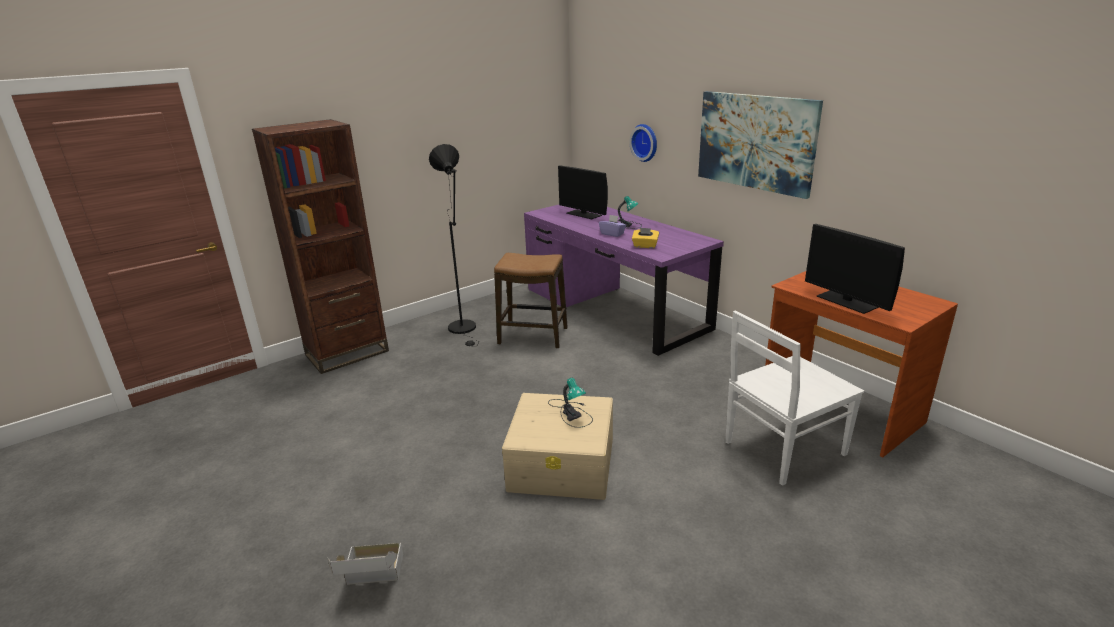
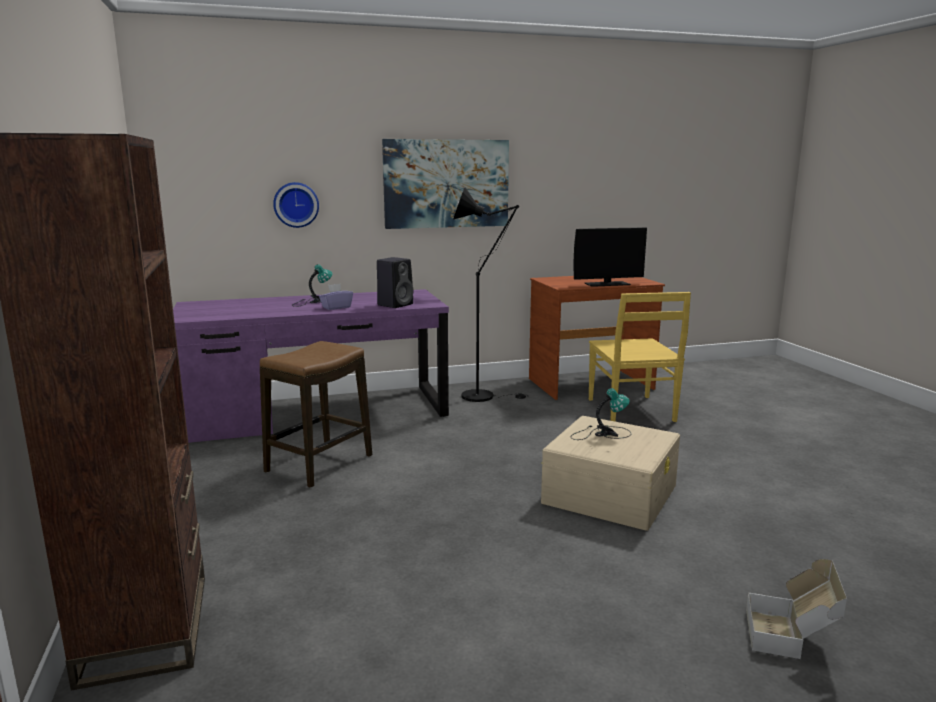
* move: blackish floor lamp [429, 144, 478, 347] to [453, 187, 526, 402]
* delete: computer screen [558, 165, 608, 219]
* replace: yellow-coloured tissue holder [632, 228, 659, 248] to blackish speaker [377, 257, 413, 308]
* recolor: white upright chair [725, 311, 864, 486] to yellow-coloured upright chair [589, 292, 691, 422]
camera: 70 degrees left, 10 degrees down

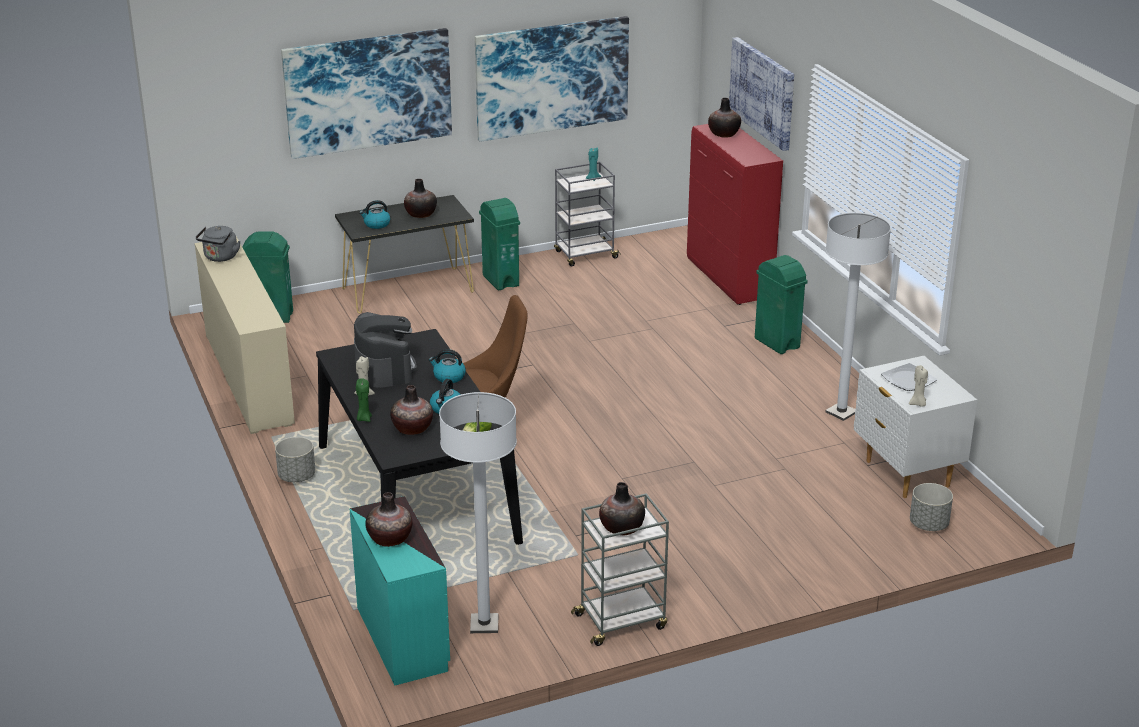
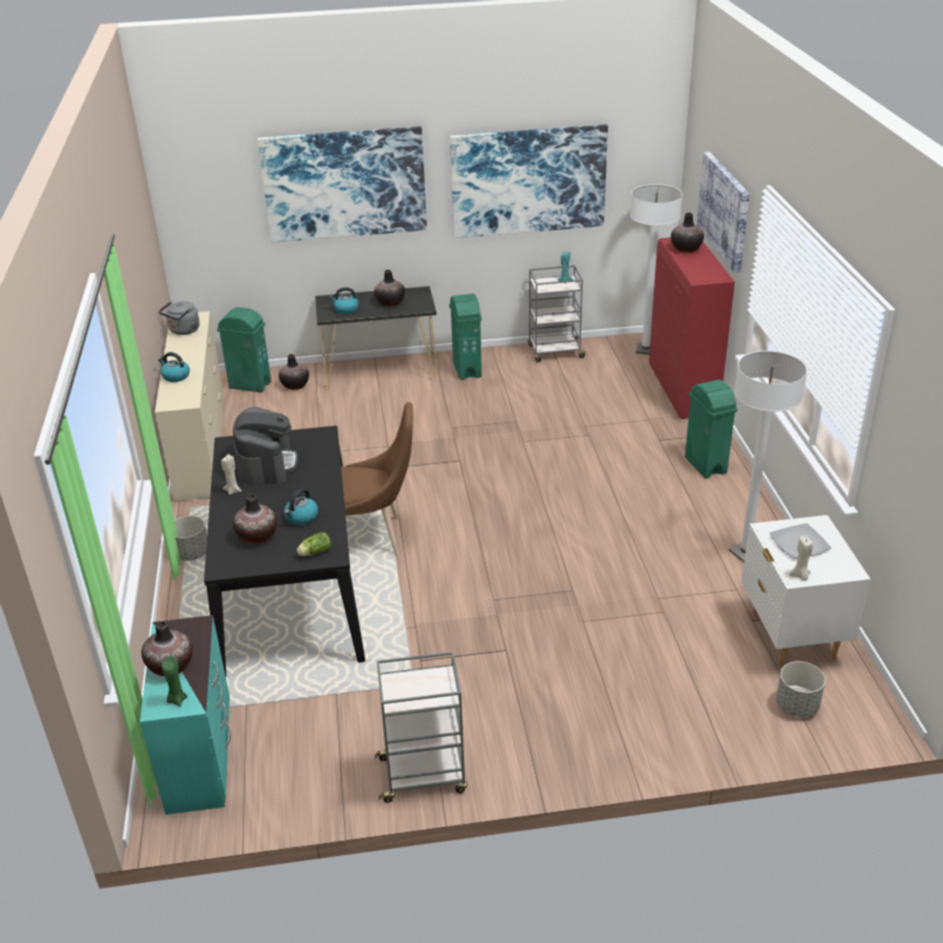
* move: green wax light [356, 378, 372, 422] to [161, 656, 187, 707]
* move: kettle [429, 349, 466, 383] to [158, 352, 190, 382]
* move: white floor lamp [439, 392, 517, 633] to [630, 184, 682, 355]
* move: vase [599, 482, 645, 535] to [279, 354, 309, 390]
camera: 15 degrees right, 5 degrees up

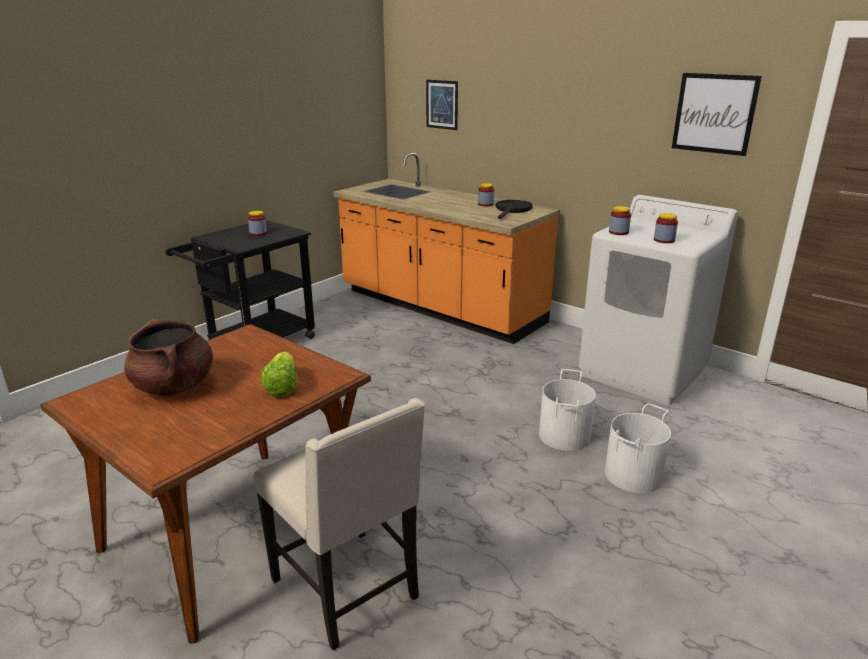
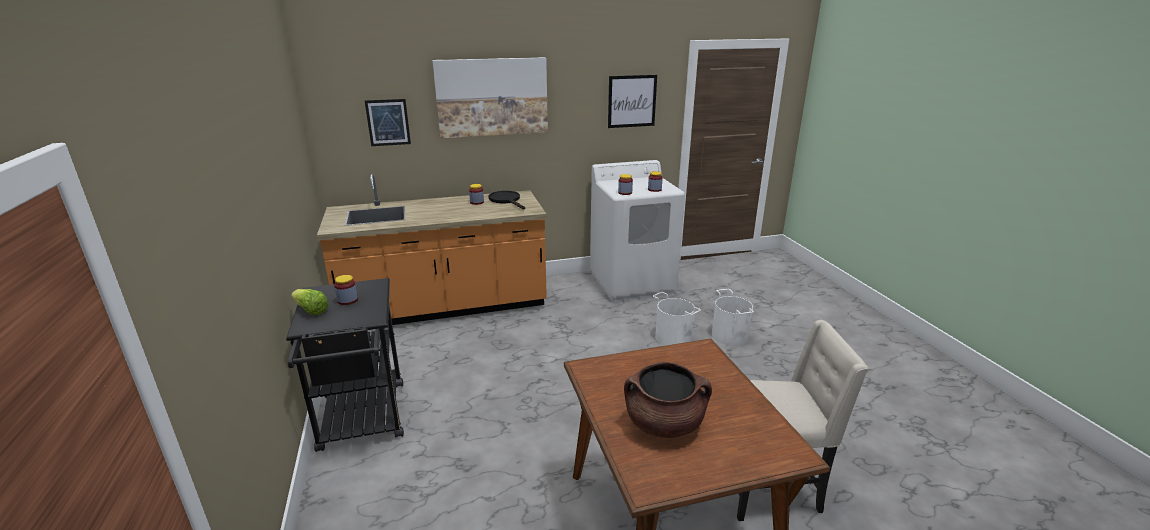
* move: lettuce head [261, 352, 297, 397] to [291, 289, 329, 315]
* insert: picture [432, 57, 548, 138]
camera: 55 degrees left, 0 degrees up

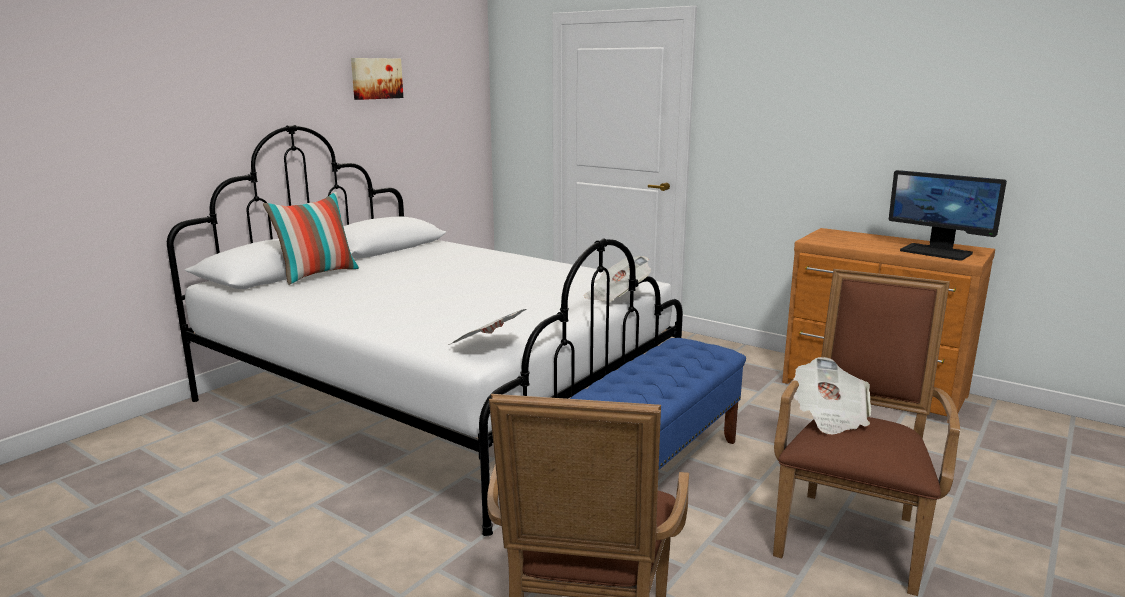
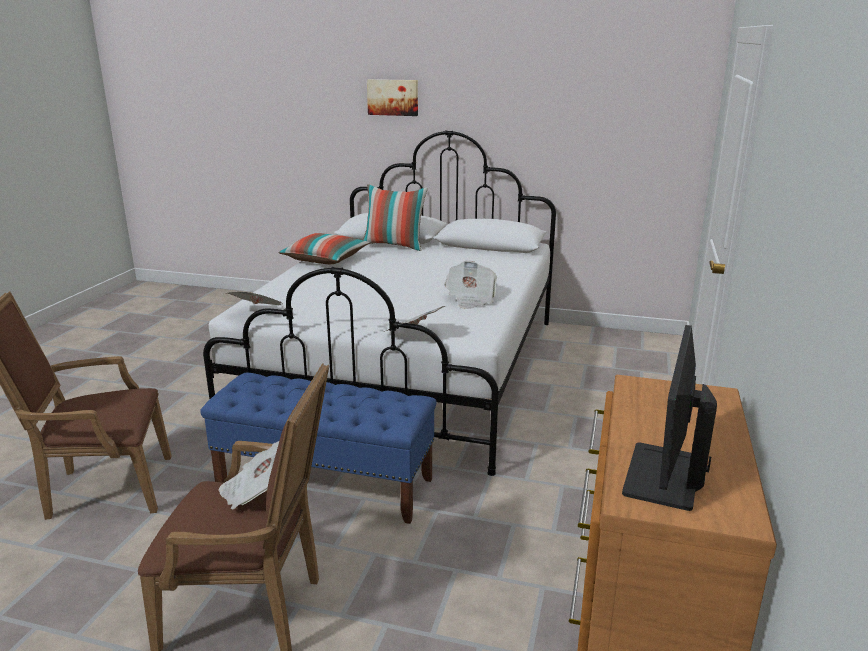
* move: picture [351, 58, 403, 100] to [367, 79, 418, 116]
* insert: pillow [279, 233, 370, 264]
* insert: printed paper [444, 261, 497, 309]
camera: 70 degrees right, 5 degrees up

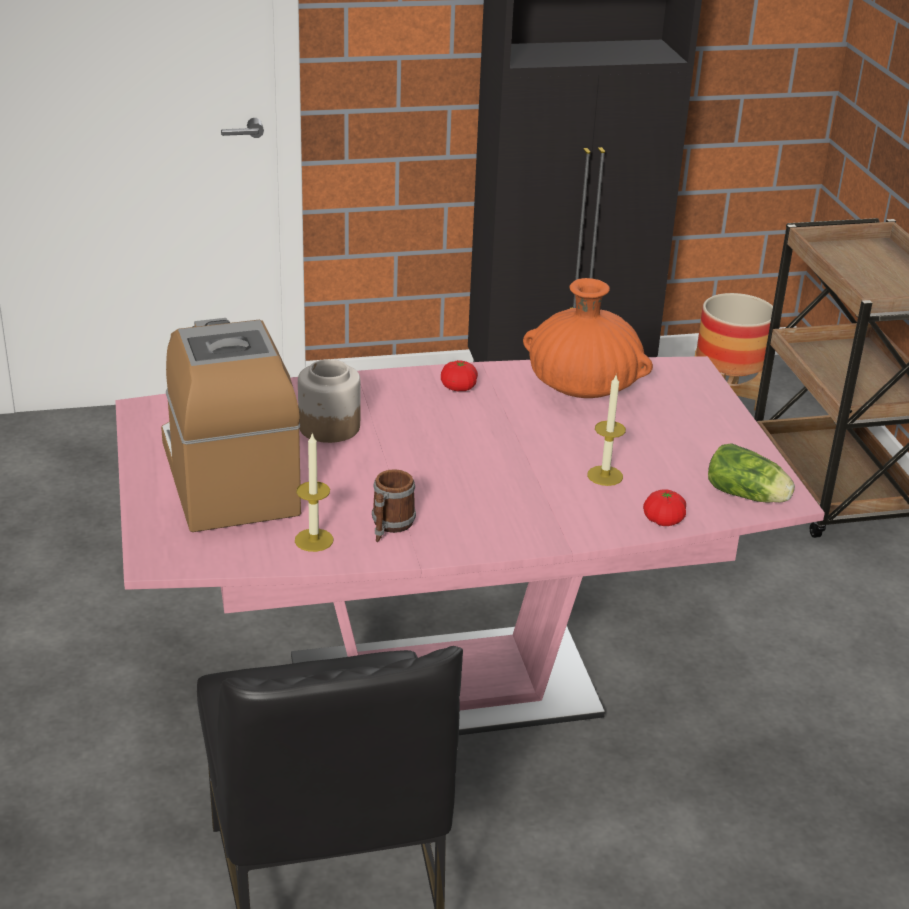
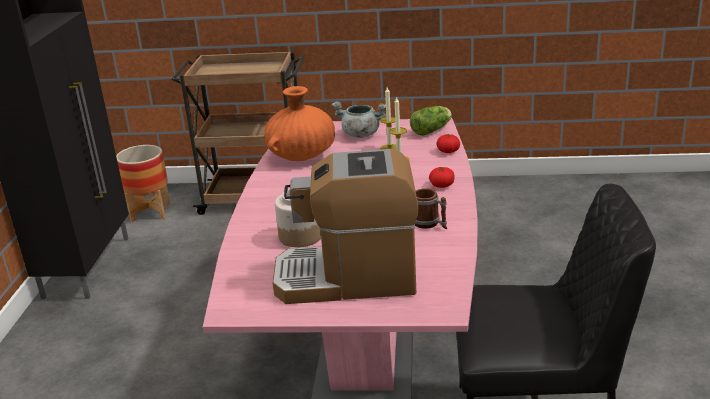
* move: wax light [295, 433, 334, 552] to [380, 87, 396, 151]
* move: fresh tomato [441, 360, 478, 391] to [429, 167, 454, 188]
* insert: gray cooking pot [331, 101, 386, 138]
camera: 70 degrees left, 5 degrees down

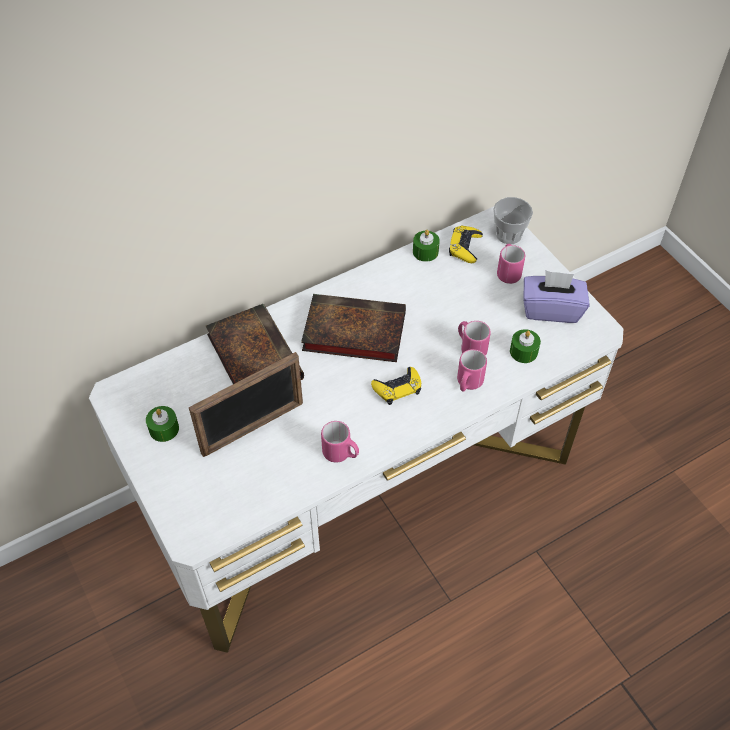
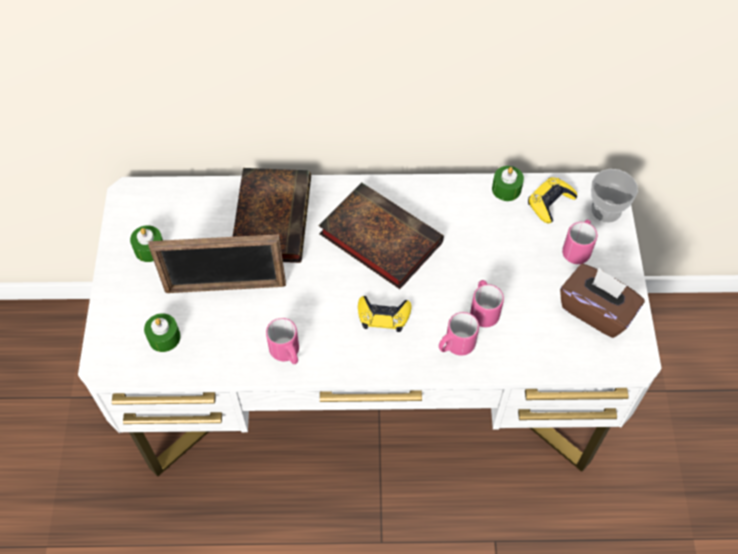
* move: green wax light [510, 329, 541, 363] to [144, 313, 181, 352]
* recolor: purple tissue holder [524, 271, 590, 323] to brown-coloured tissue holder [560, 264, 645, 338]
camera: 30 degrees right, 5 degrees up

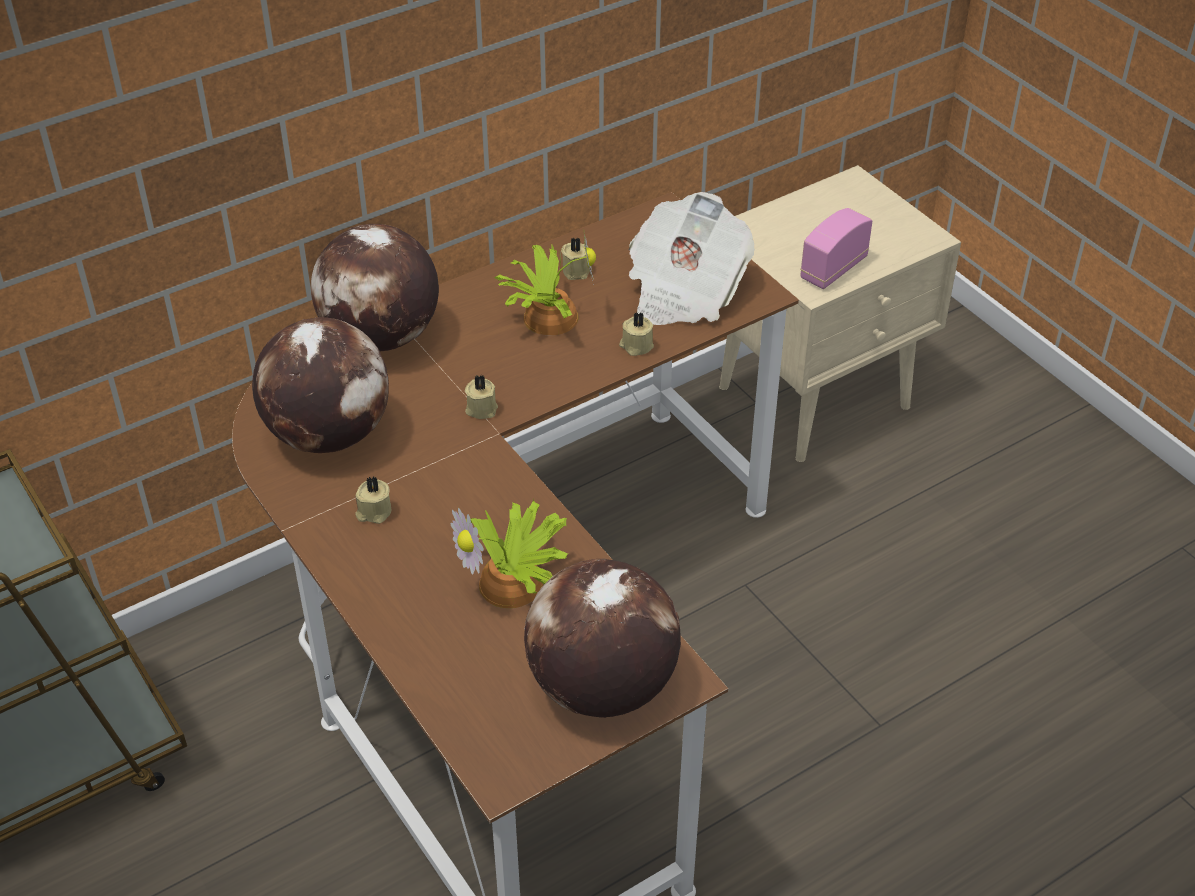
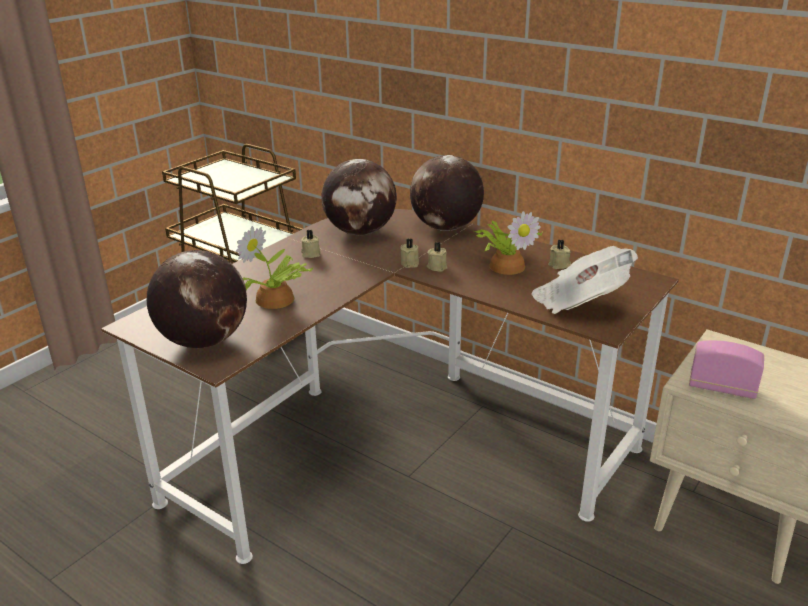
* move: beige-coloured wax light [619, 312, 654, 356] to [427, 242, 448, 272]
camera: 70 degrees right, 15 degrees down

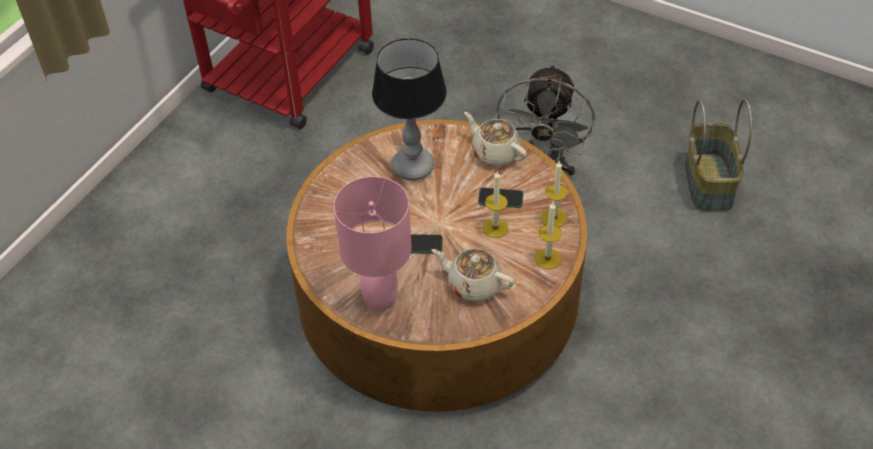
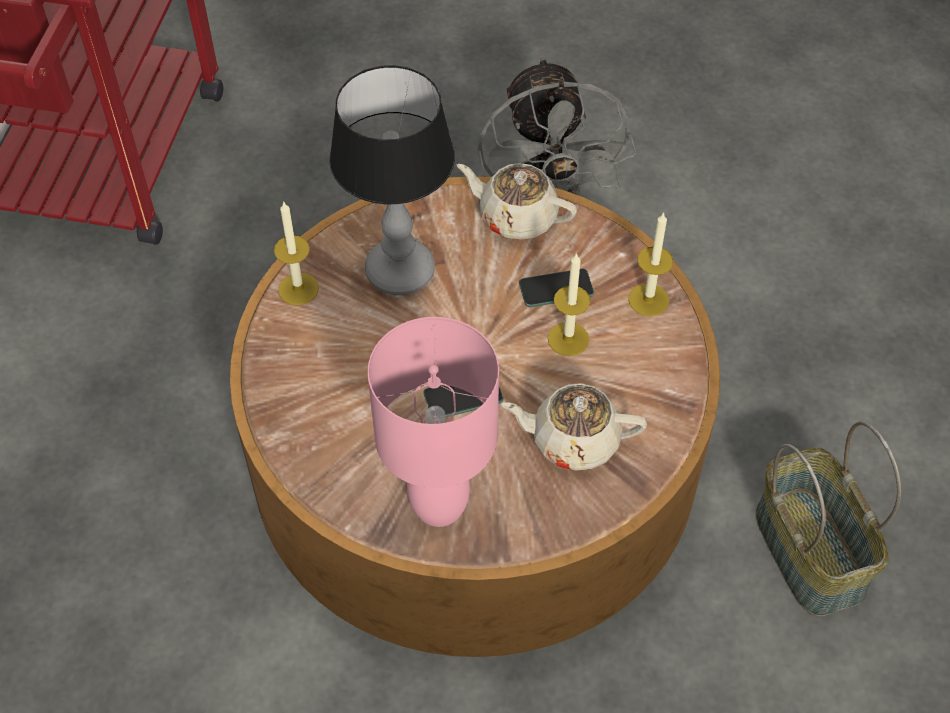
* move: wax light [535, 203, 562, 269] to [274, 201, 319, 305]
* move: household basket [685, 99, 752, 211] to [756, 421, 901, 617]
camera: 20 degrees left, 5 degrees up

